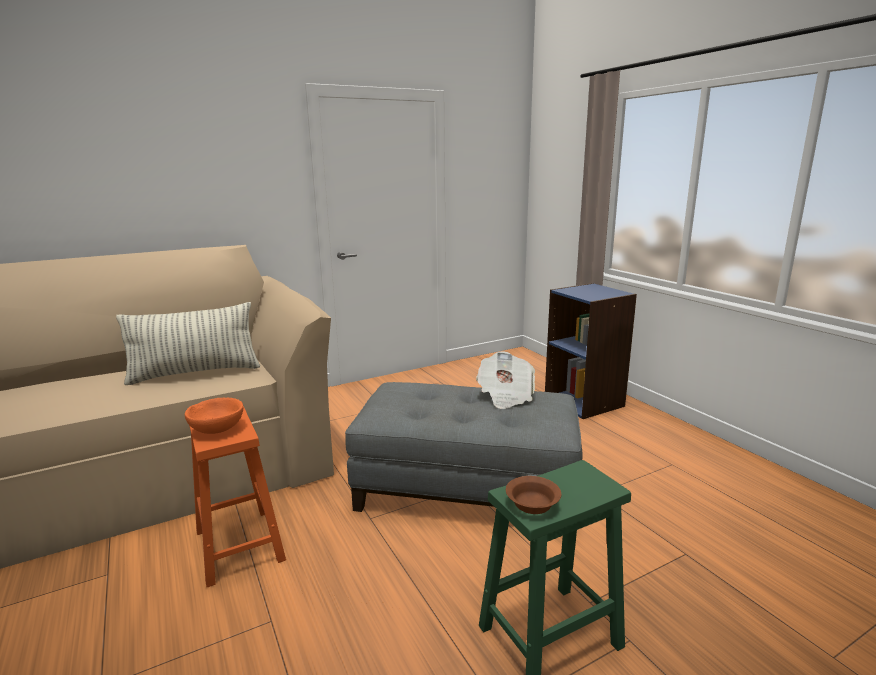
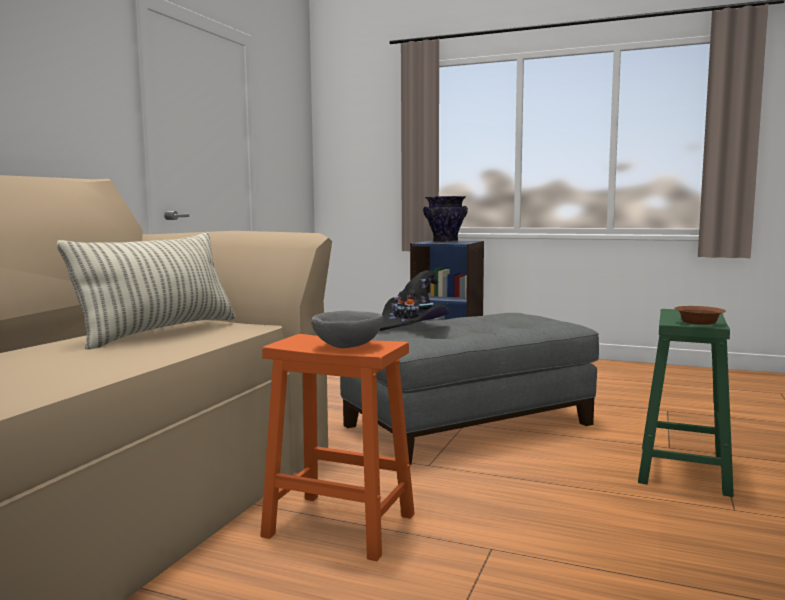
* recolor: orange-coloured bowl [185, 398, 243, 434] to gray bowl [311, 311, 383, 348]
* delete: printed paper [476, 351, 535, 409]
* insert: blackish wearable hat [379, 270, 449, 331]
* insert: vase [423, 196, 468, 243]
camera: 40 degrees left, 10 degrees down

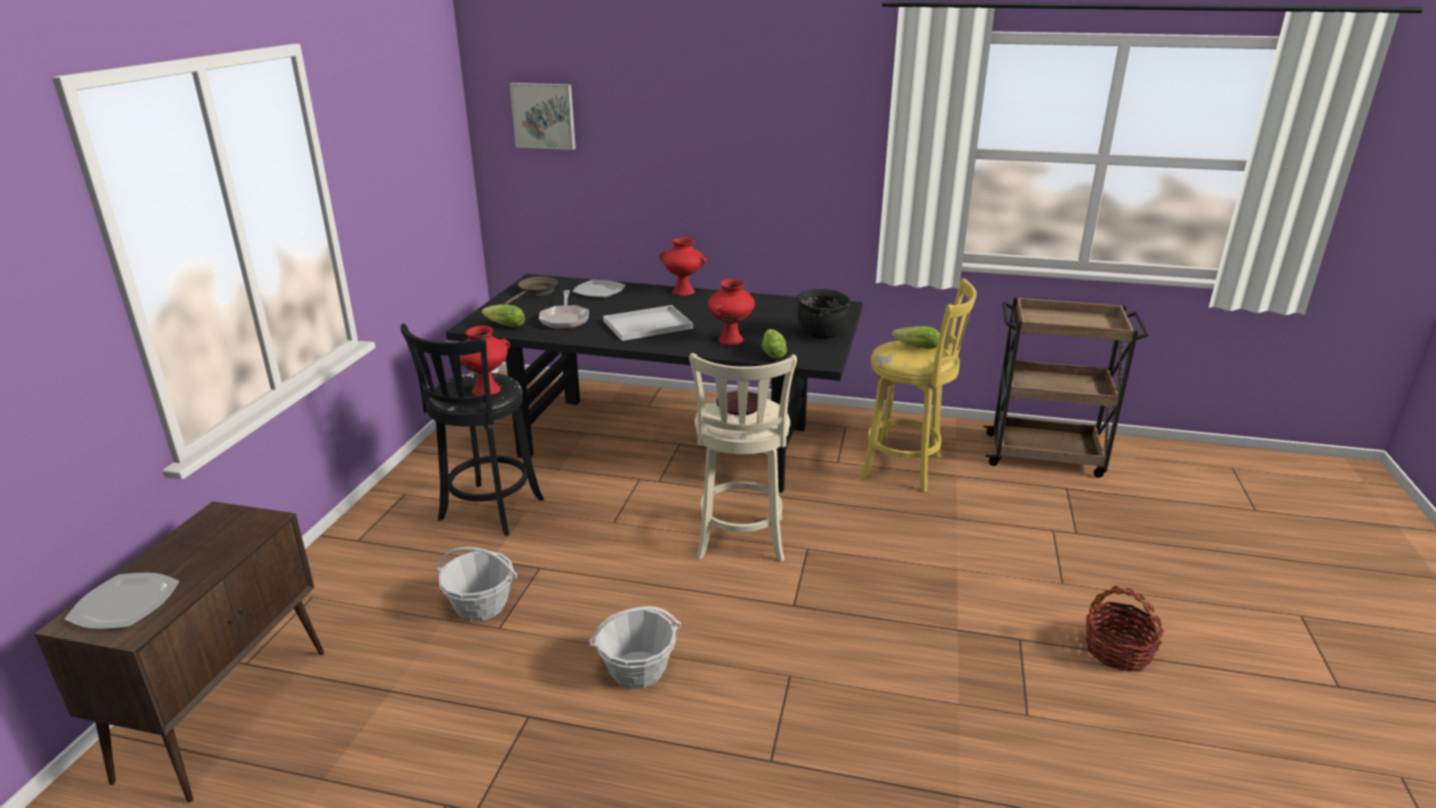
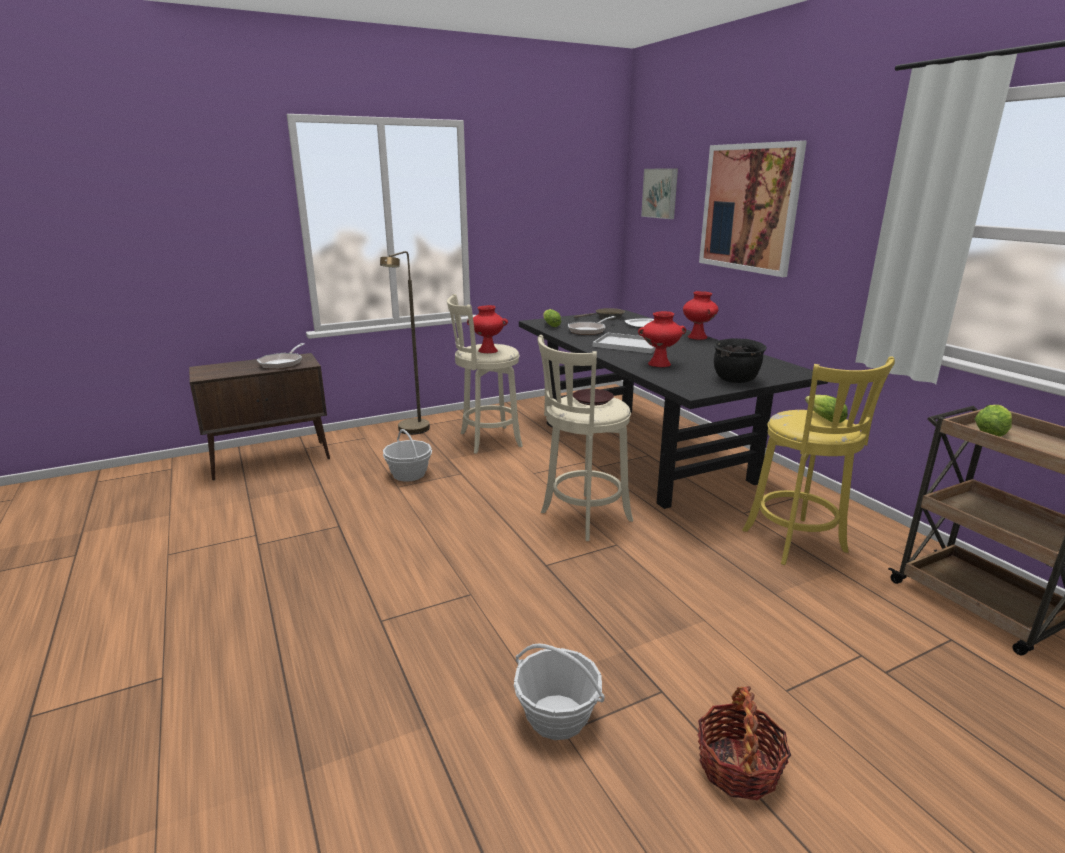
* delete: dinner plate [65, 573, 180, 629]
* recolor: blackish stool seat [400, 324, 544, 536] to beige-coloured stool seat [447, 294, 523, 454]
* move: household basket [589, 606, 681, 689] to [514, 644, 605, 740]
* move: lettuce head [762, 329, 787, 359] to [975, 405, 1012, 437]
* insert: frying pan [257, 343, 305, 369]
* insert: brown-coloured floor lamp [380, 251, 430, 435]
* insert: picture [699, 141, 807, 277]
camera: 50 degrees right, 5 degrees down

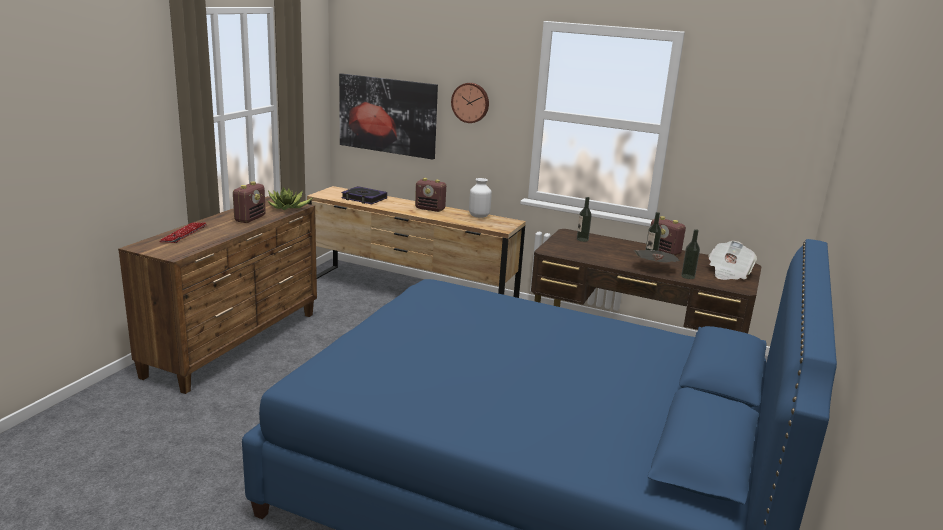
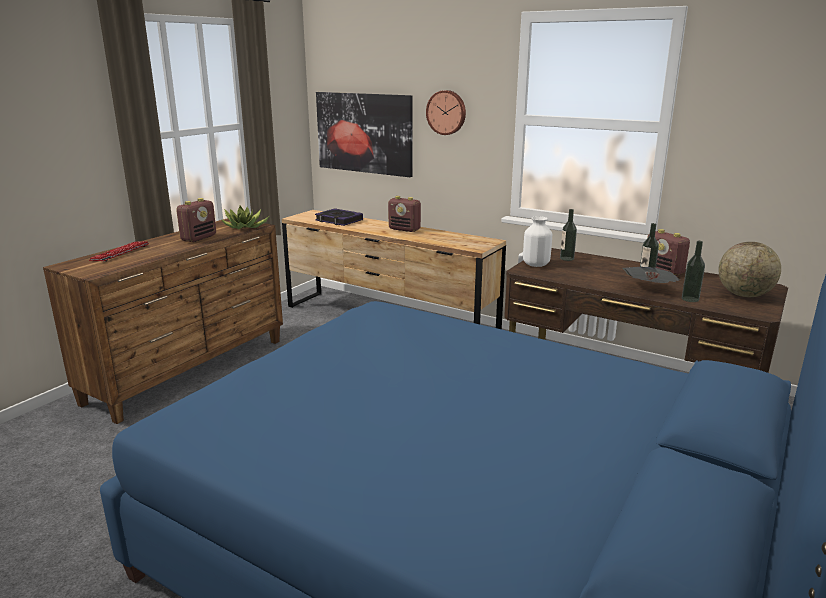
* move: white vase [469, 178, 492, 218] to [523, 216, 552, 267]
* replace: printed paper [708, 241, 757, 280] to desk globe [718, 242, 781, 297]
camera: 10 degrees right, 0 degrees up

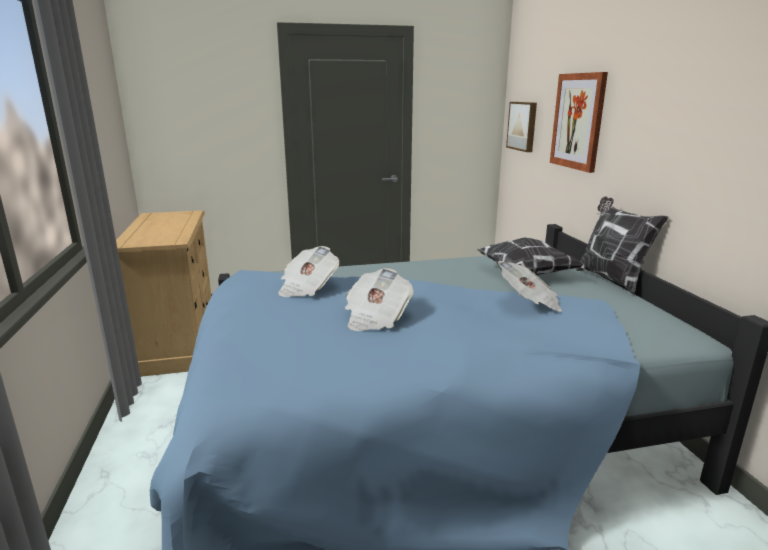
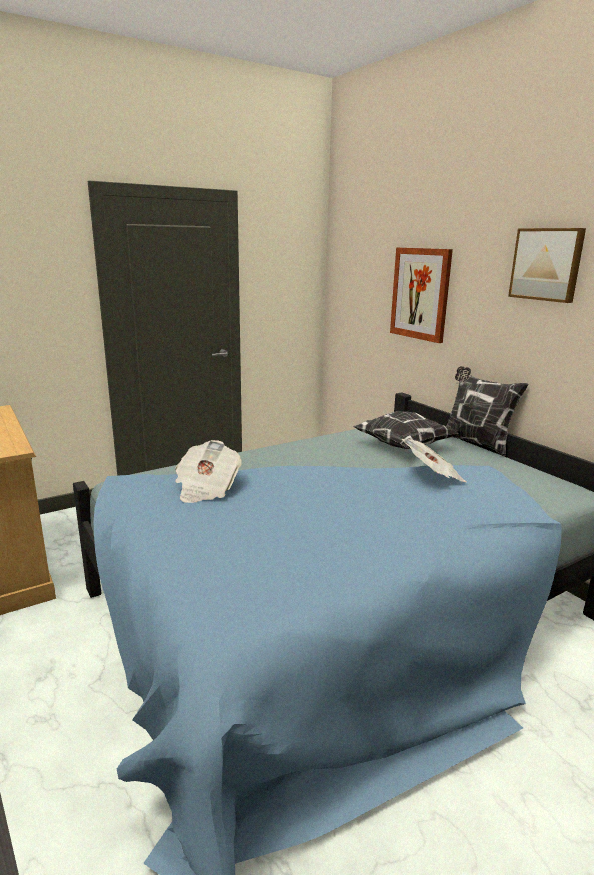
* delete: printed paper [345, 268, 414, 331]
* move: picture [506, 102, 537, 152] to [508, 228, 586, 303]
camera: 20 degrees left, 0 degrees up

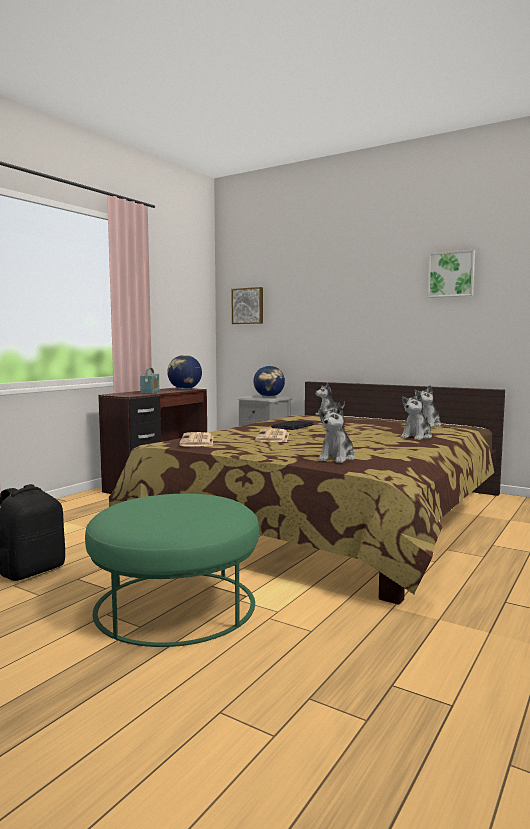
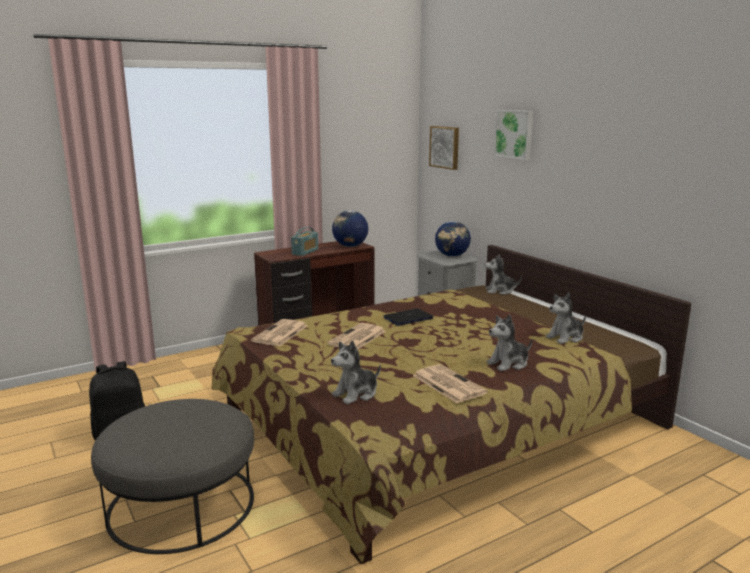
* recolor: green footrest [85, 494, 259, 647] to gray footrest [91, 399, 254, 554]
* move: picture [428, 250, 475, 298] to [494, 110, 533, 160]
* insert: printed paper [413, 364, 488, 403]
camera: 25 degrees right, 10 degrees up

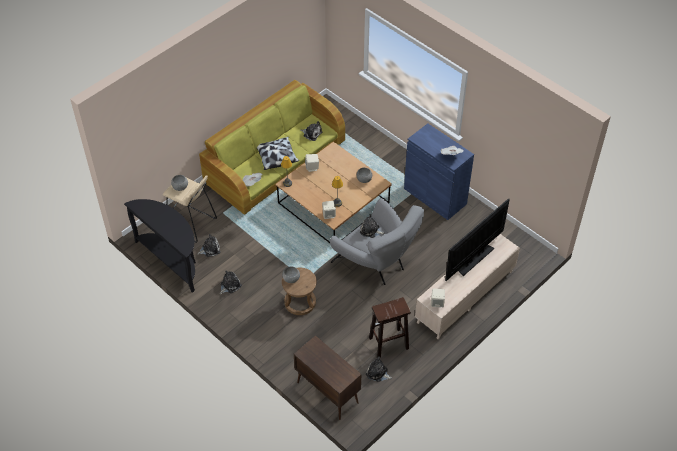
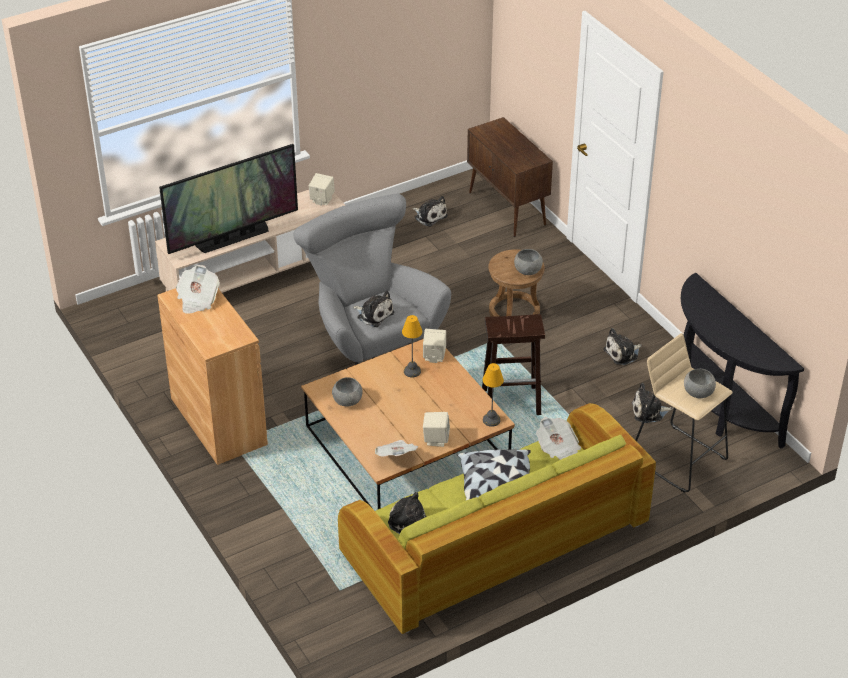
* move: brown-coloured stool seat [369, 297, 411, 358] to [482, 314, 545, 415]
* recolor: blue-coloured cabinet [404, 123, 474, 220] to brown-coloured cabinet [157, 288, 268, 465]
* insert: printed paper [375, 440, 419, 456]
camera: 165 degrees left, 10 degrees down

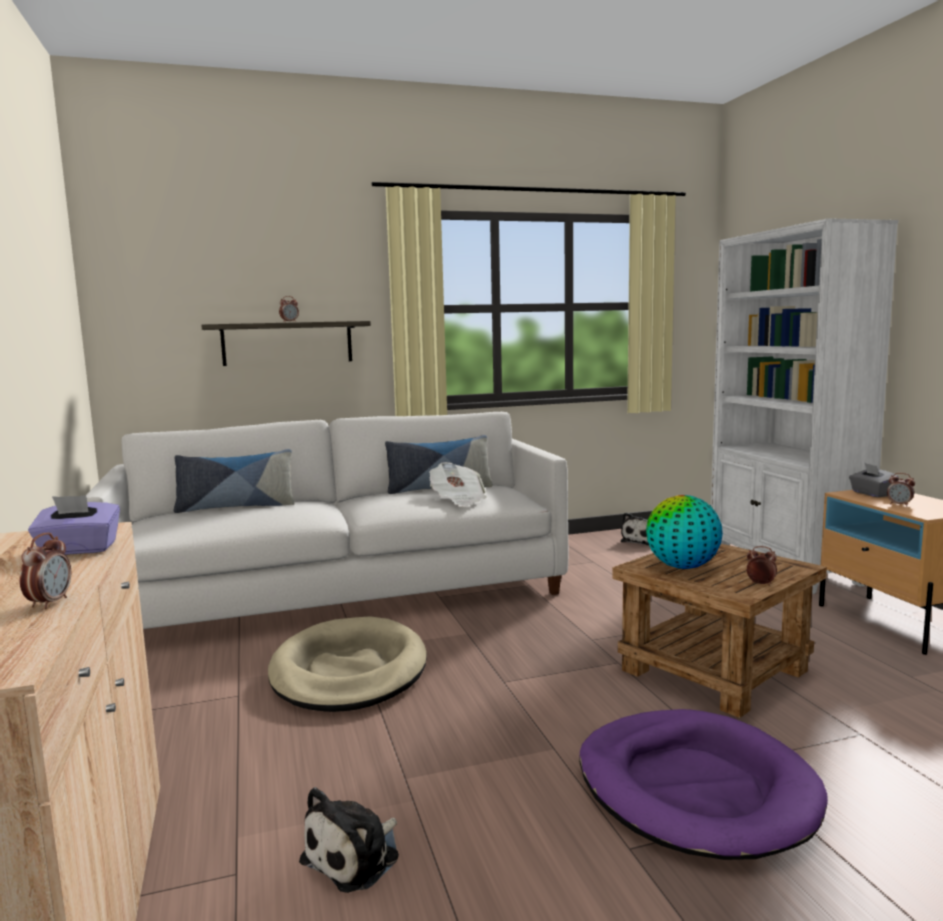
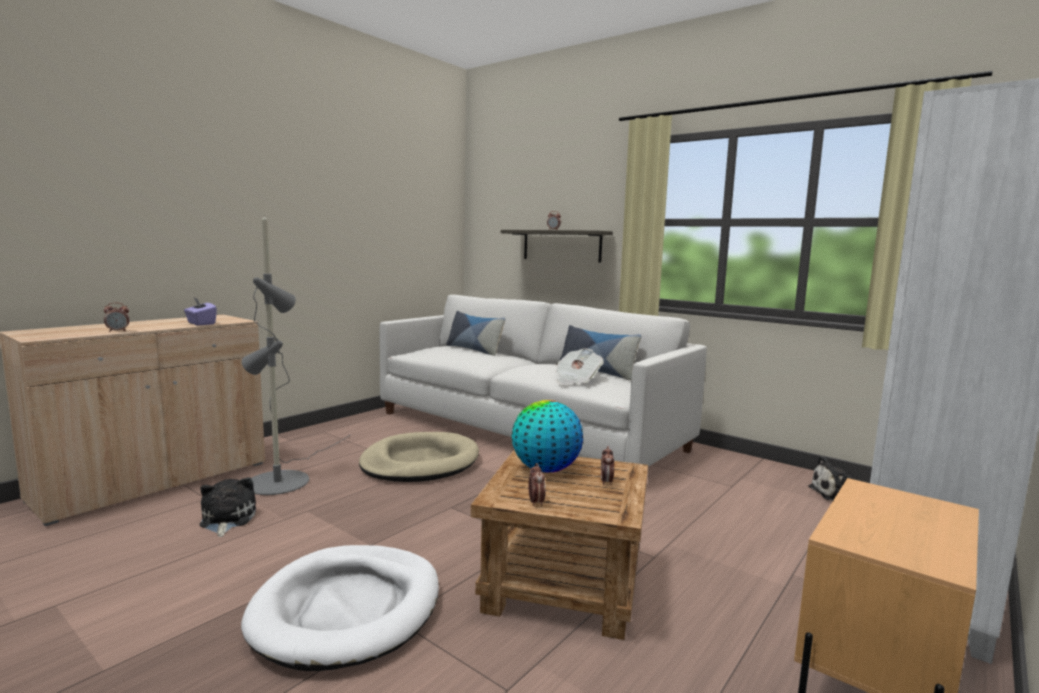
* rotate: cuddly toy [299, 787, 399, 893] = [200, 477, 256, 537] 75 degrees clockwise
* recolor: purple dog cushion [579, 709, 828, 860] to white dog cushion [241, 545, 439, 671]
* delete: gray tissue holder [849, 463, 899, 497]
* move: table clock [887, 473, 915, 507] to [601, 446, 614, 486]
* insert: gray floor lamp [242, 217, 350, 495]
camera: 55 degrees right, 0 degrees up

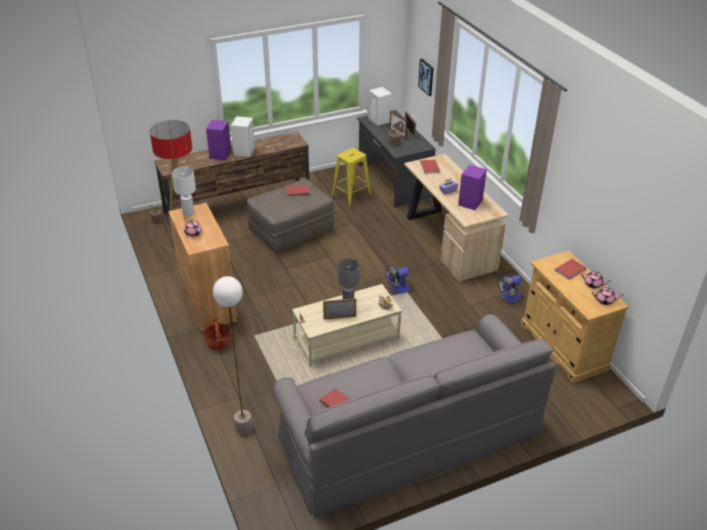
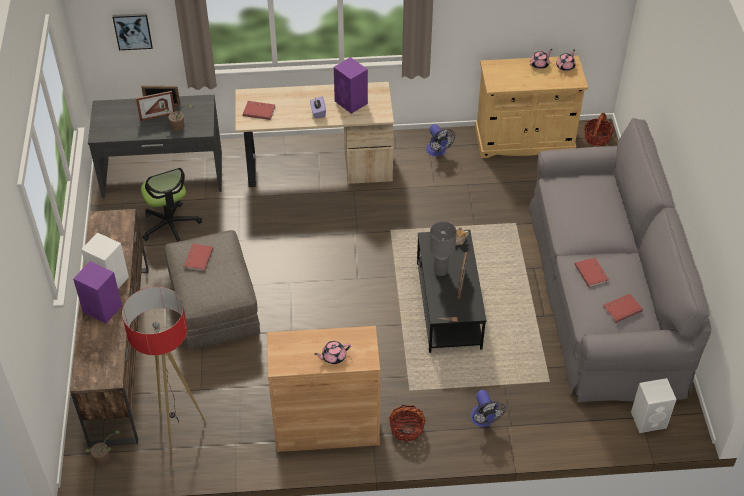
* delete: white lamp for a table [172, 167, 196, 217]
* delete: floor lamp [213, 276, 252, 435]
* recolor: beige-coloured lounge table [292, 284, 402, 367] to blackish lounge table [417, 230, 486, 353]
* replace: yellow-coloured stool seat [331, 148, 372, 207] to desk chair [141, 168, 202, 242]
* move: white speaker [368, 87, 392, 126] to [631, 378, 677, 433]
* move: fan [385, 265, 410, 294] to [470, 390, 506, 427]
* move: red-coloured bound book [555, 259, 587, 280] to [575, 257, 609, 287]
* insert: household basket [584, 113, 614, 147]
camera: 70 degrees left, 10 degrees up

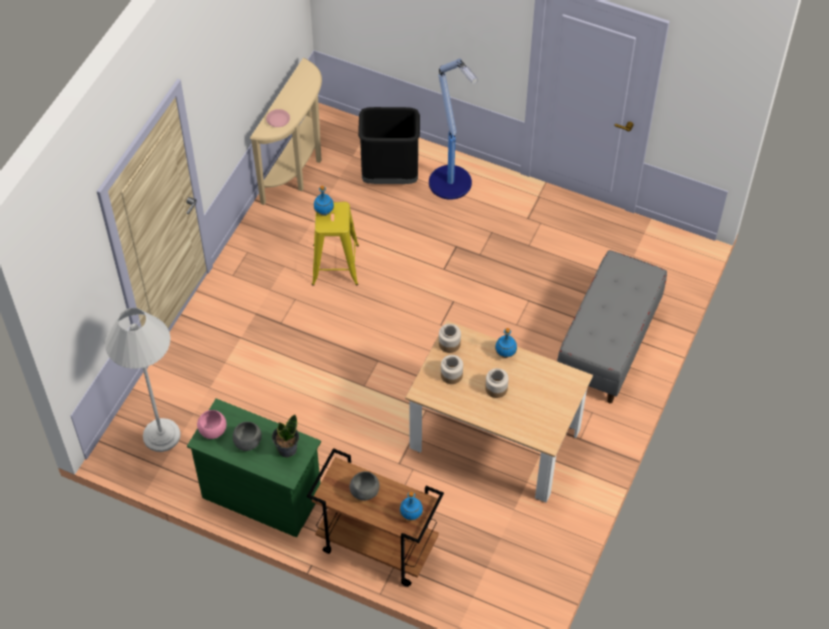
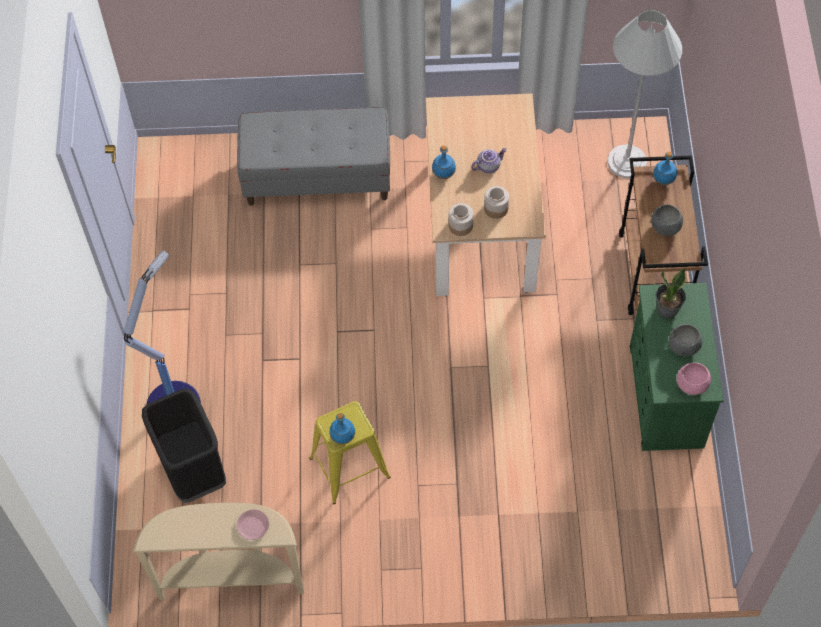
* move: white floor lamp [105, 308, 181, 452] to [607, 10, 682, 178]
* replace: jar [485, 368, 509, 398] to teapot [471, 148, 507, 173]
camera: 115 degrees left, 5 degrees up

